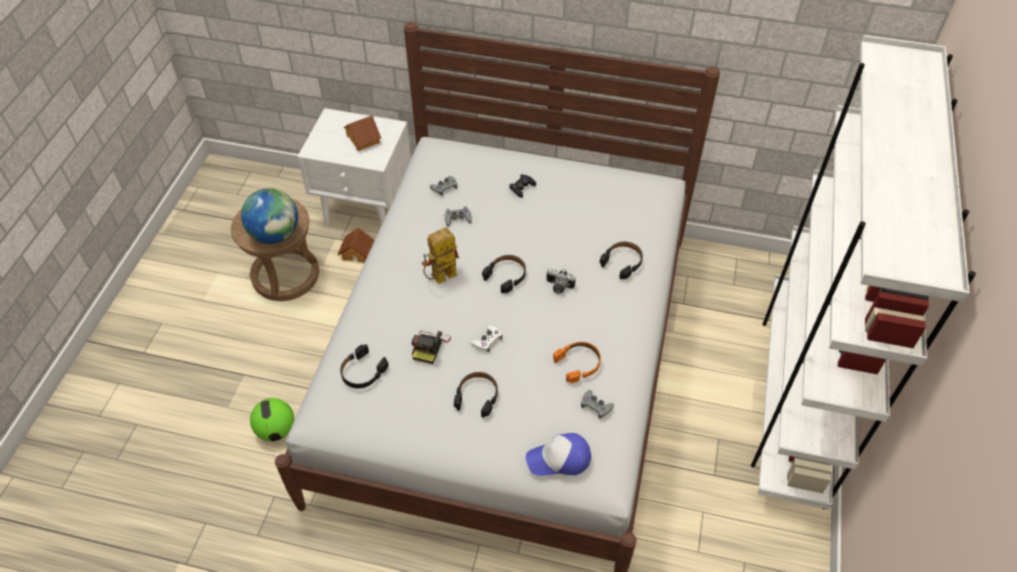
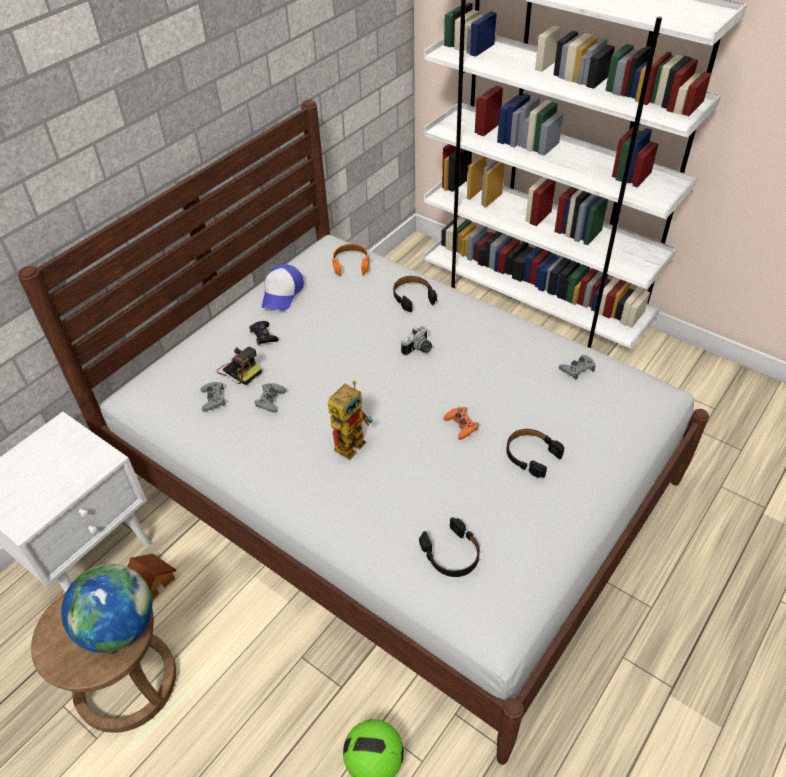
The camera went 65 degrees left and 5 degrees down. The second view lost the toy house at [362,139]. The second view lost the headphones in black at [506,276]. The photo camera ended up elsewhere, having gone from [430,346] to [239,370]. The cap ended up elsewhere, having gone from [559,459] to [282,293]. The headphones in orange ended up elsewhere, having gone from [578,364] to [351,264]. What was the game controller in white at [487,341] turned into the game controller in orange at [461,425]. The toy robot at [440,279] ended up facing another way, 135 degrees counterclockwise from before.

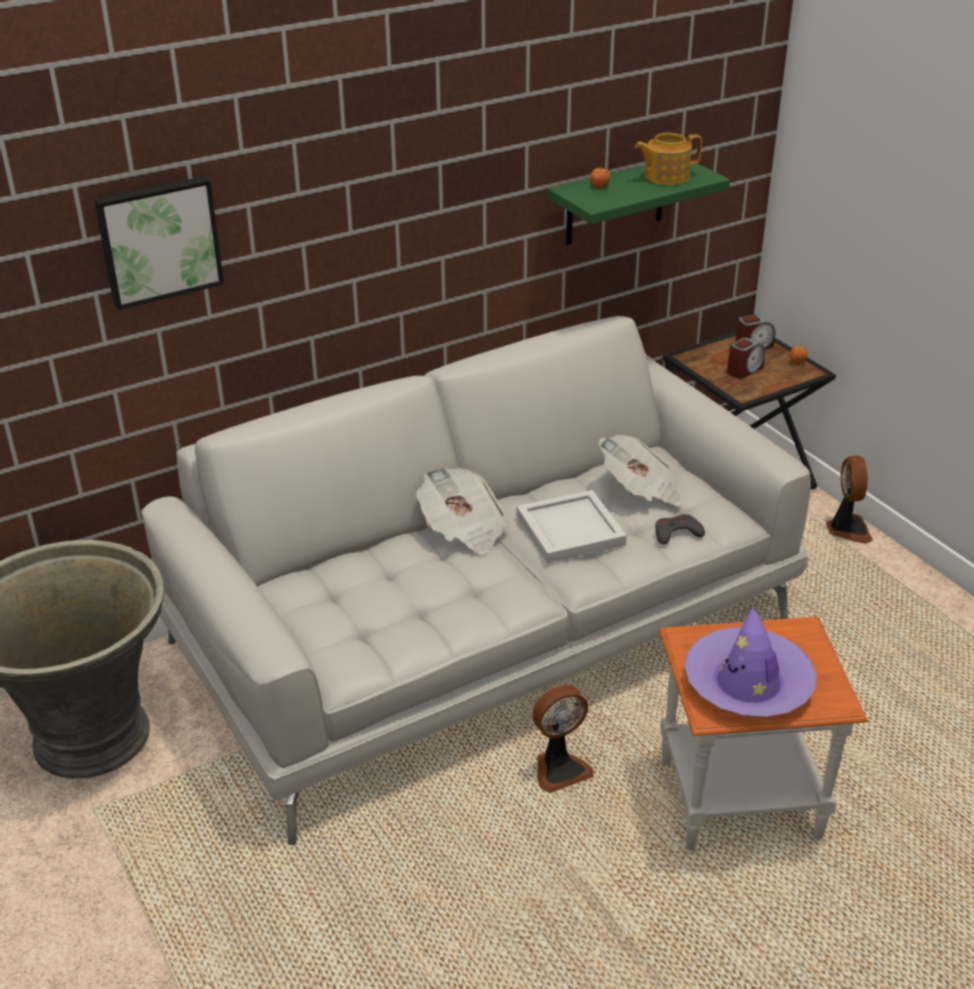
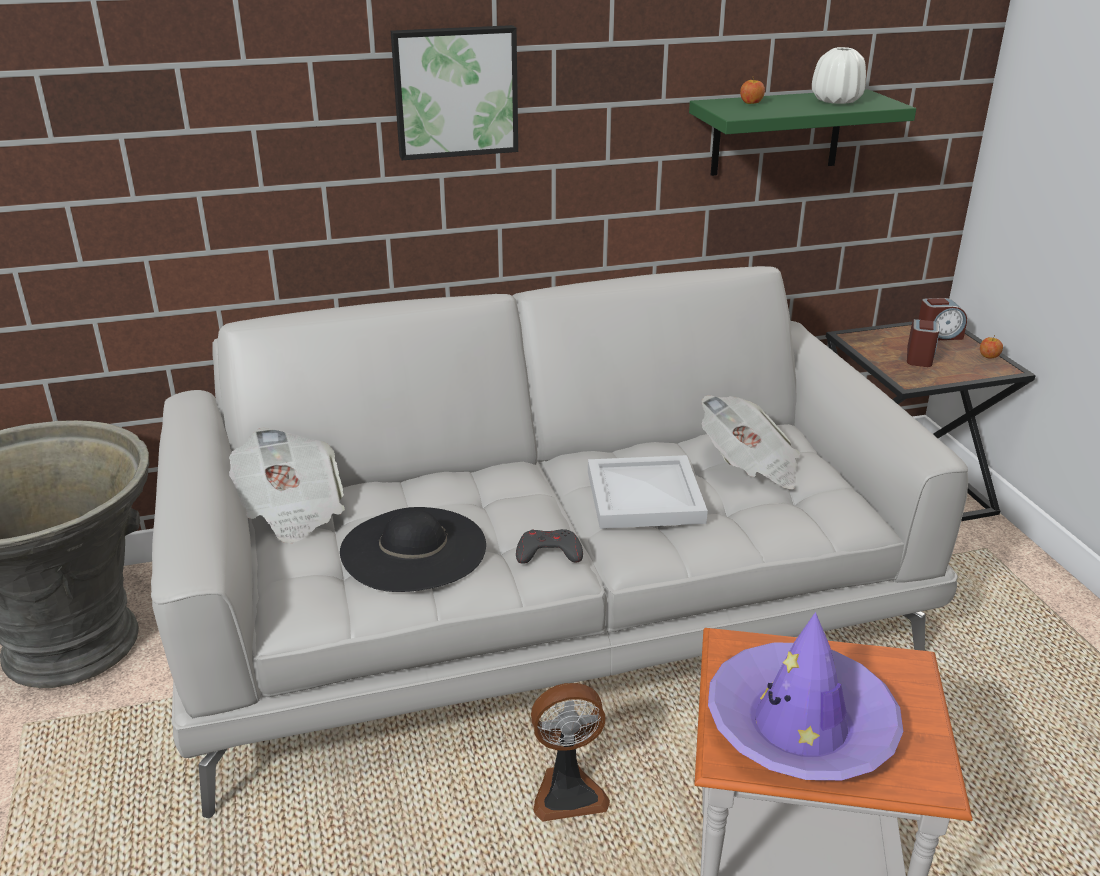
The camera went 15 degrees right and 5 degrees down. The second view lost the fan at [847,529]. The second view gained the hat in black at [413,549]. The picture ended up elsewhere, having gone from [159,240] to [455,91]. The newspaper ended up elsewhere, having gone from [463,529] to [290,510]. The game controller in grey ended up elsewhere, having gone from [676,533] to [548,552]. Where the teapot stood at [665,177], the vase in white came to stand at [836,101]. The alarm clock at [744,370] ended up facing another way, 45 degrees counterclockwise from before.

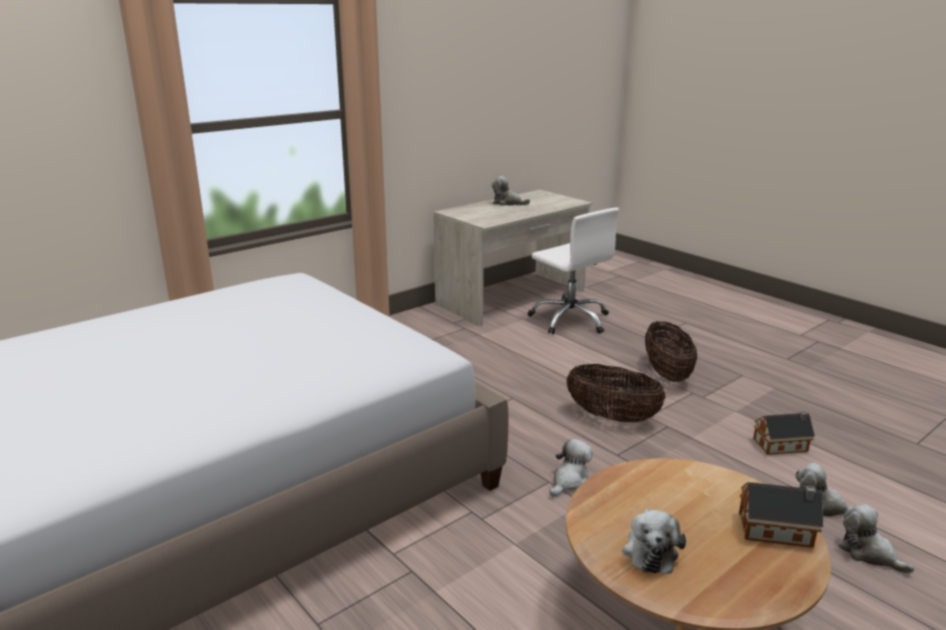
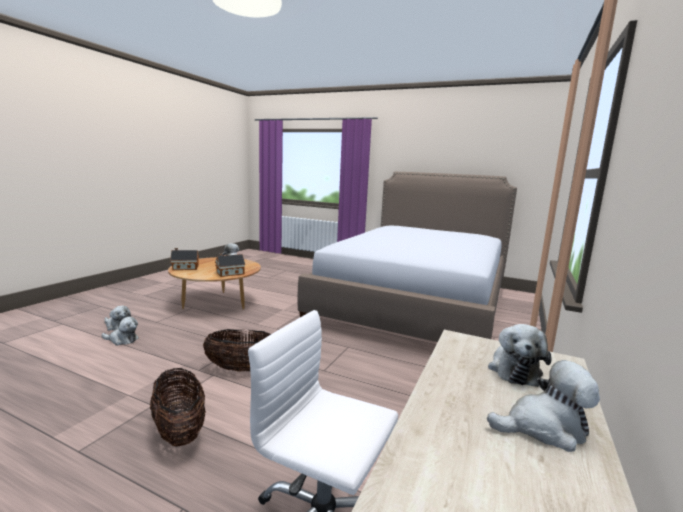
The camera went 155 degrees right and 10 degrees down. The plush toy ended up elsewhere, having gone from [569,481] to [514,369]. The toy house ended up elsewhere, having gone from [782,445] to [229,273].

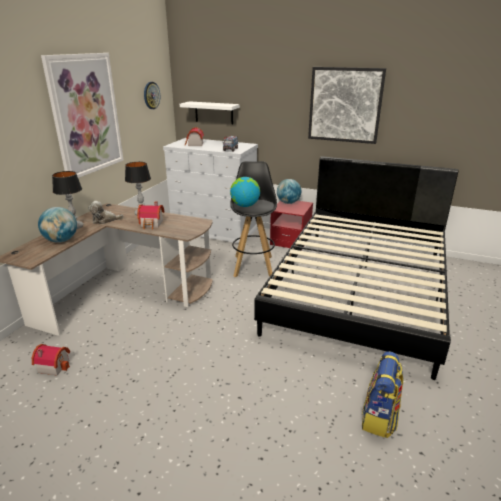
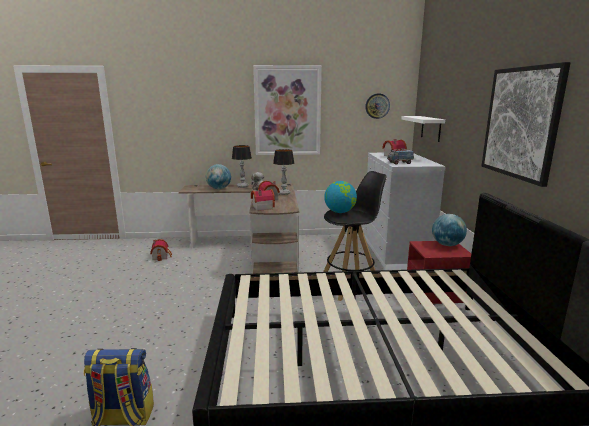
The camera went 65 degrees right and 10 degrees down. The second view gained the toy house at [261,207].

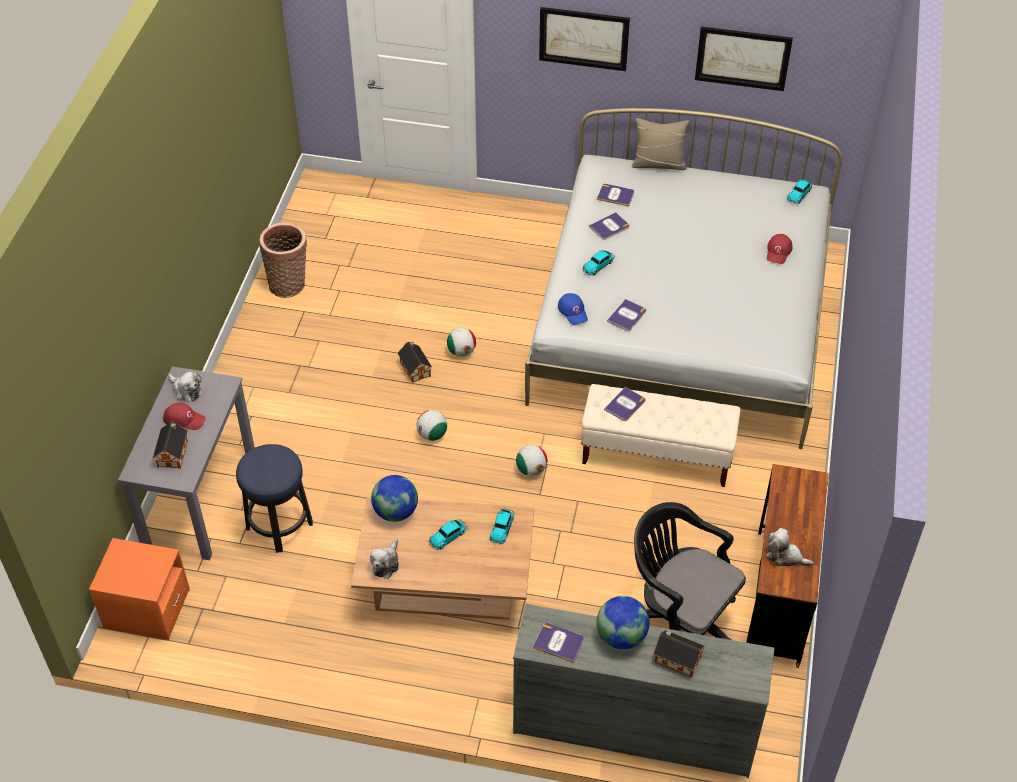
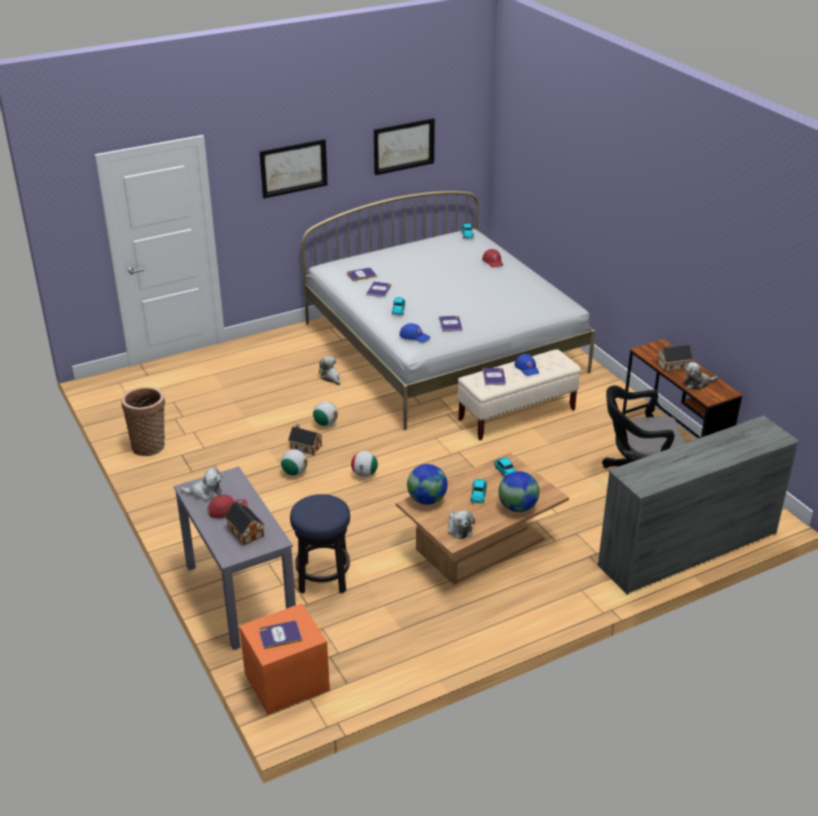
The camera went 40 degrees left and 15 degrees down. The second view lost the pillow in beige at [658,164]. The second view gained the plush toy at [331,378]. The second view gained the cap in blue at [527,368]. The football ended up elsewhere, having gone from [531,470] to [294,472]. The book ended up elsewhere, having gone from [559,643] to [280,635]. The globe ended up elsewhere, having gone from [621,636] to [517,507]. The toy house ended up elsewhere, having gone from [676,658] to [671,365].

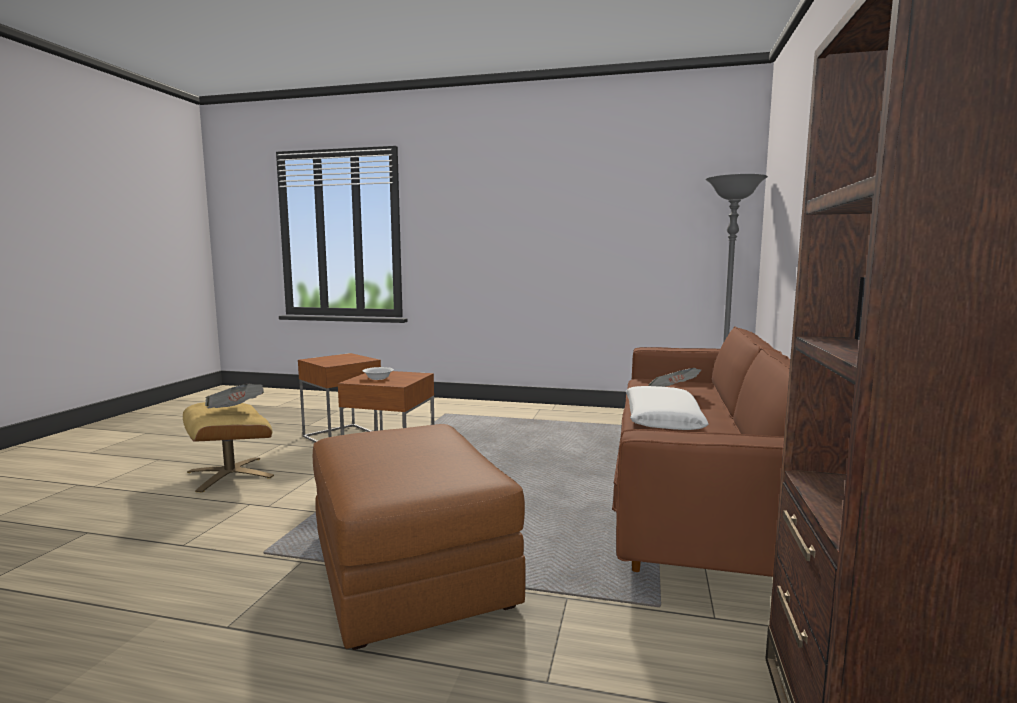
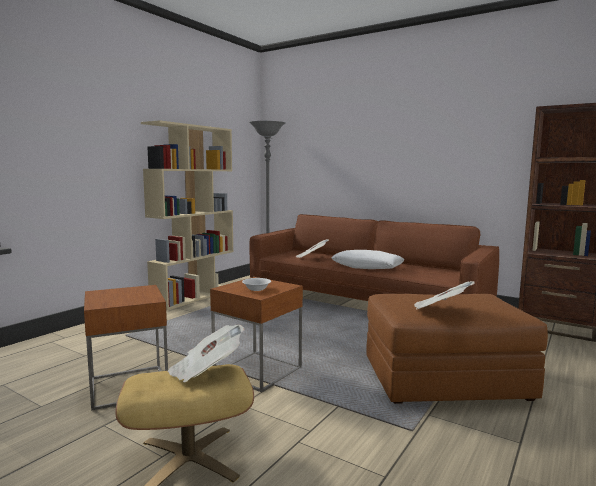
The camera went 70 degrees left and 0 degrees up. The second view gained the bookcase in beige at [194,296]. The second view gained the newspaper at [440,310].

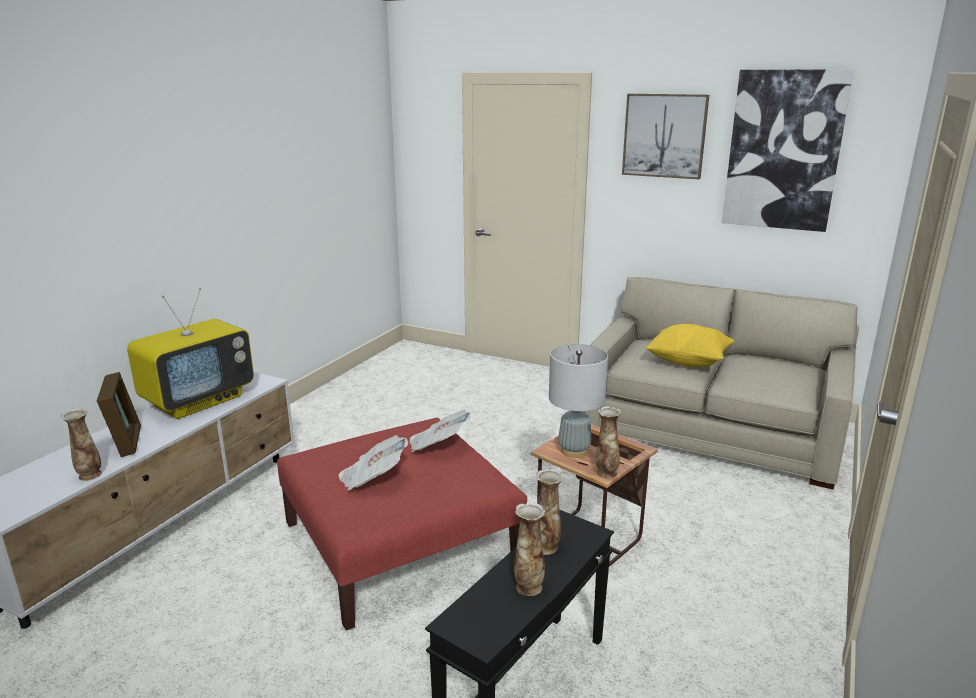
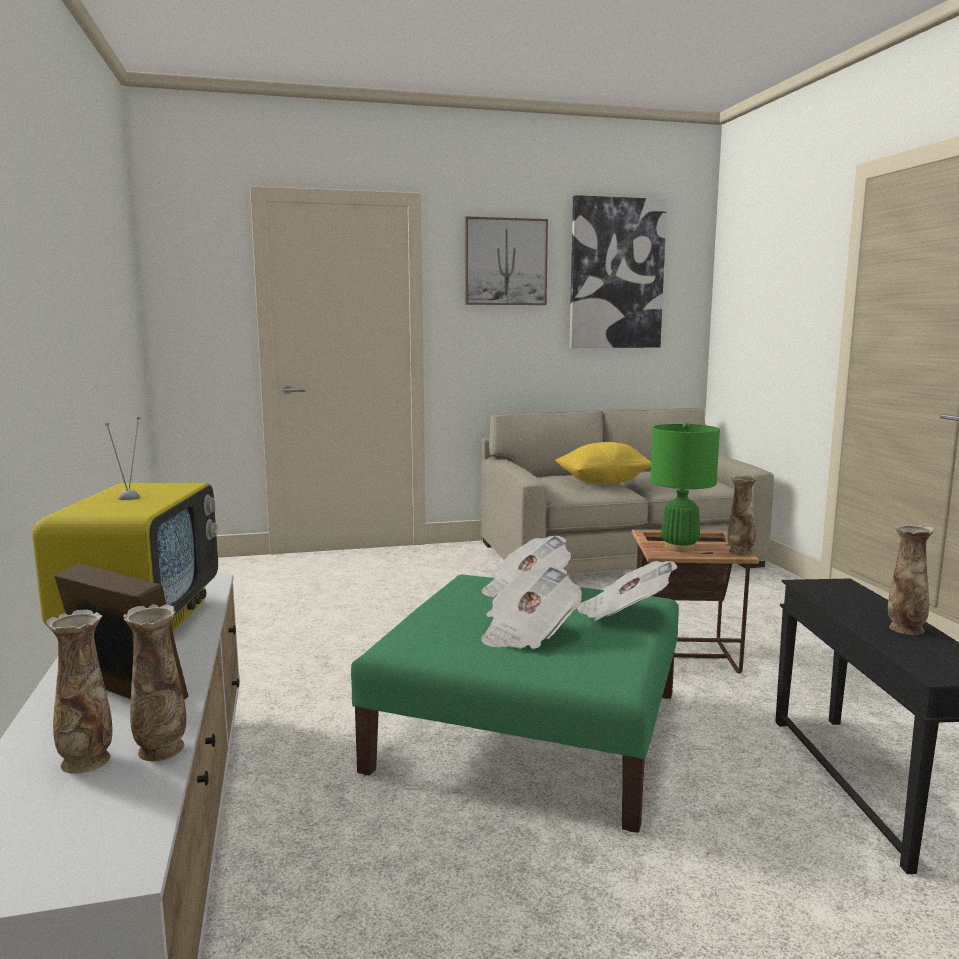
The camera went 40 degrees left and 10 degrees down. The second view gained the newspaper at [623,614]. The vase ended up elsewhere, having gone from [546,547] to [87,761]. What was the ottoman in red at [400,541] turned into the ottoman in green at [528,730]. What was the table lamp in grey at [573,451] turned into the table lamp in green at [679,547].

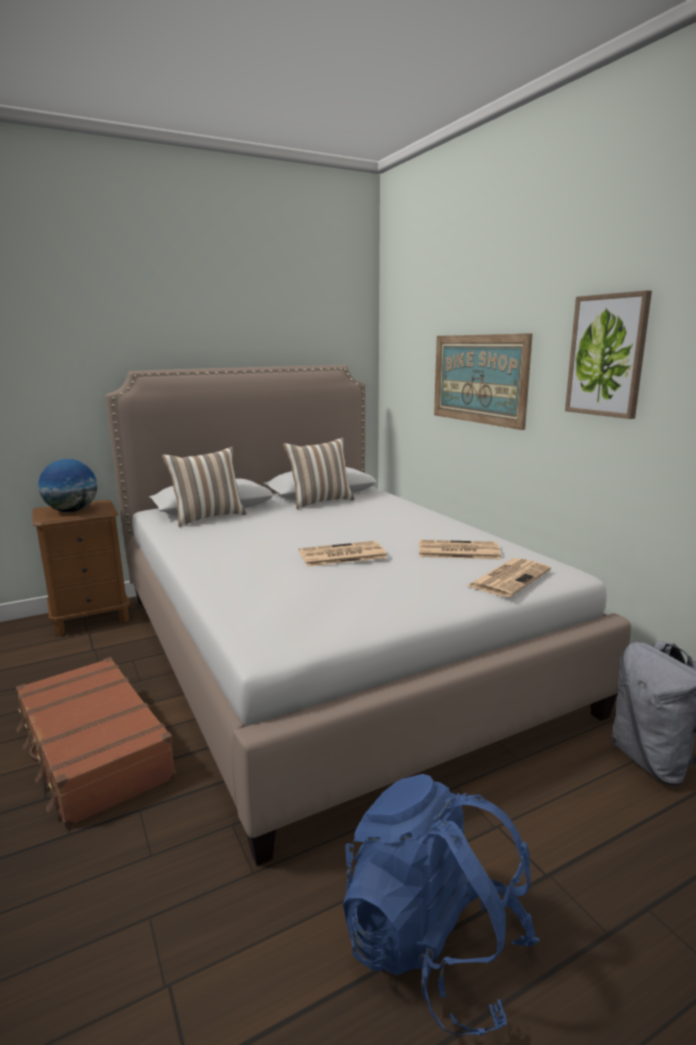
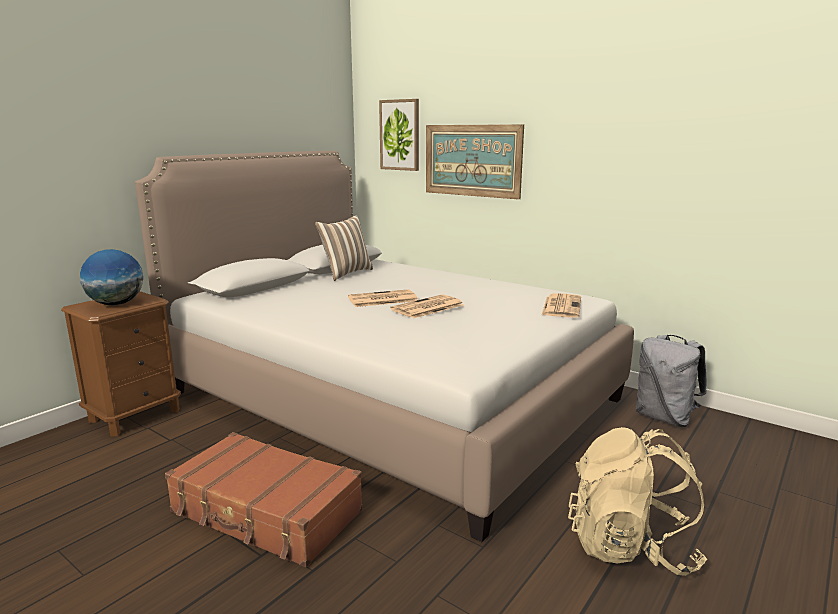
The camera went 25 degrees left and 0 degrees up. The second view lost the pillow at [208,517]. The newspaper ended up elsewhere, having gone from [457,551] to [381,299]. The picture ended up elsewhere, having gone from [607,355] to [400,135]. What was the backpack in blue at [434,948] turned into the backpack in beige at [630,546].

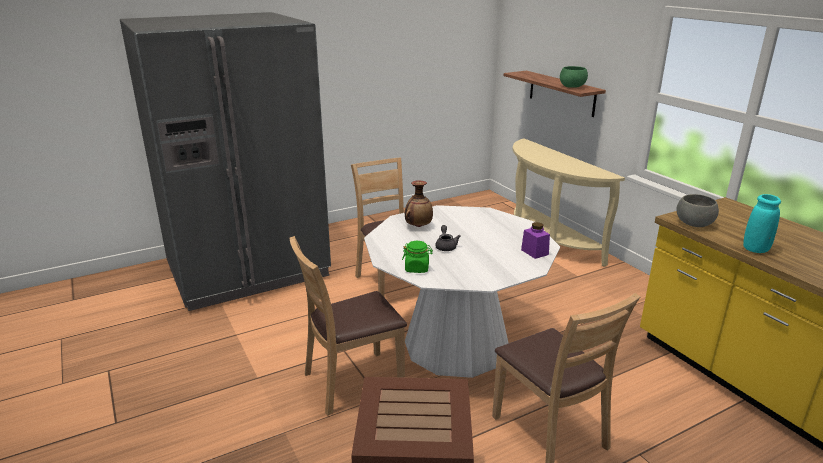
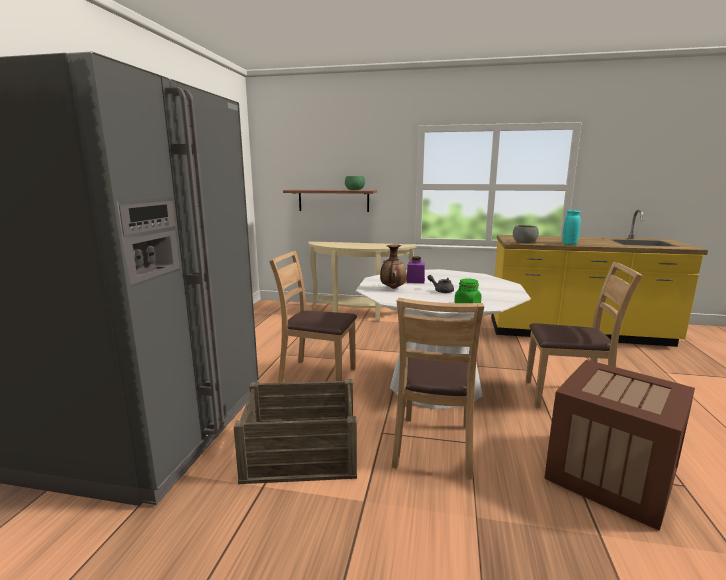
The camera went 50 degrees left and 10 degrees down. The second view gained the crate at [300,451]. The jar in purple ended up elsewhere, having gone from [534,252] to [415,281].

